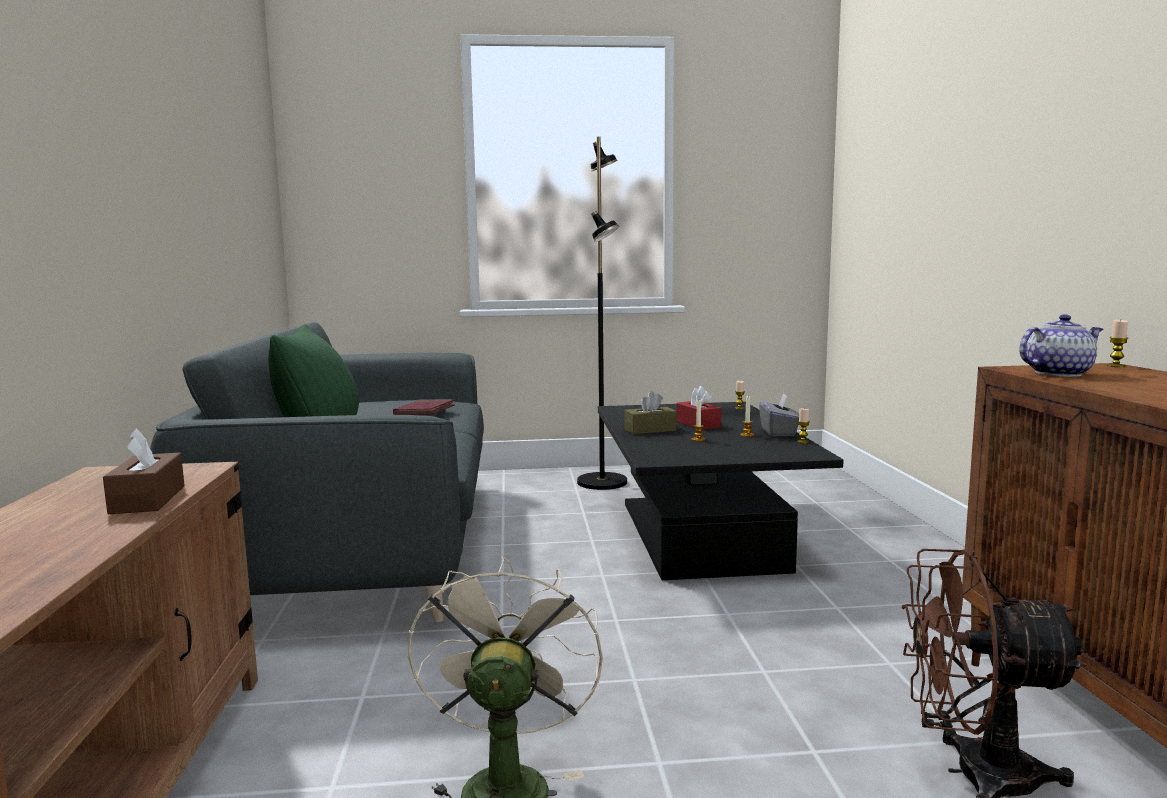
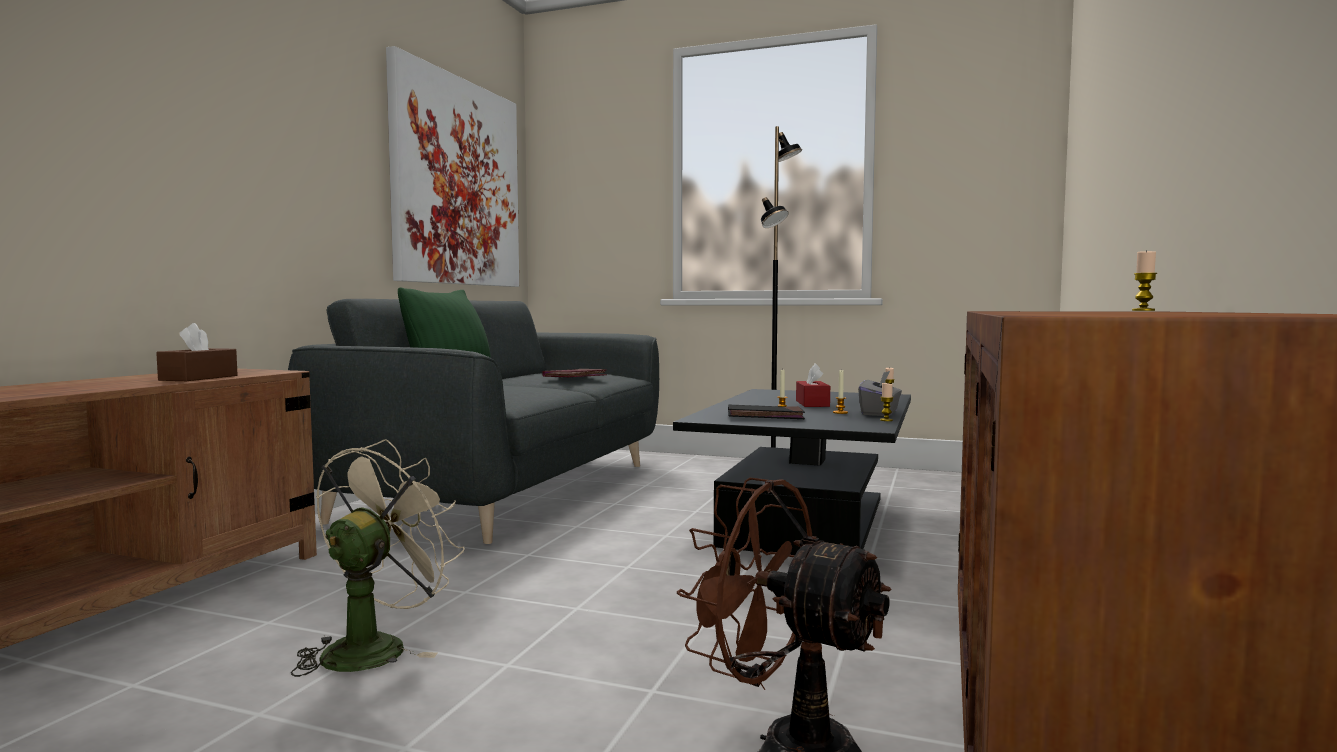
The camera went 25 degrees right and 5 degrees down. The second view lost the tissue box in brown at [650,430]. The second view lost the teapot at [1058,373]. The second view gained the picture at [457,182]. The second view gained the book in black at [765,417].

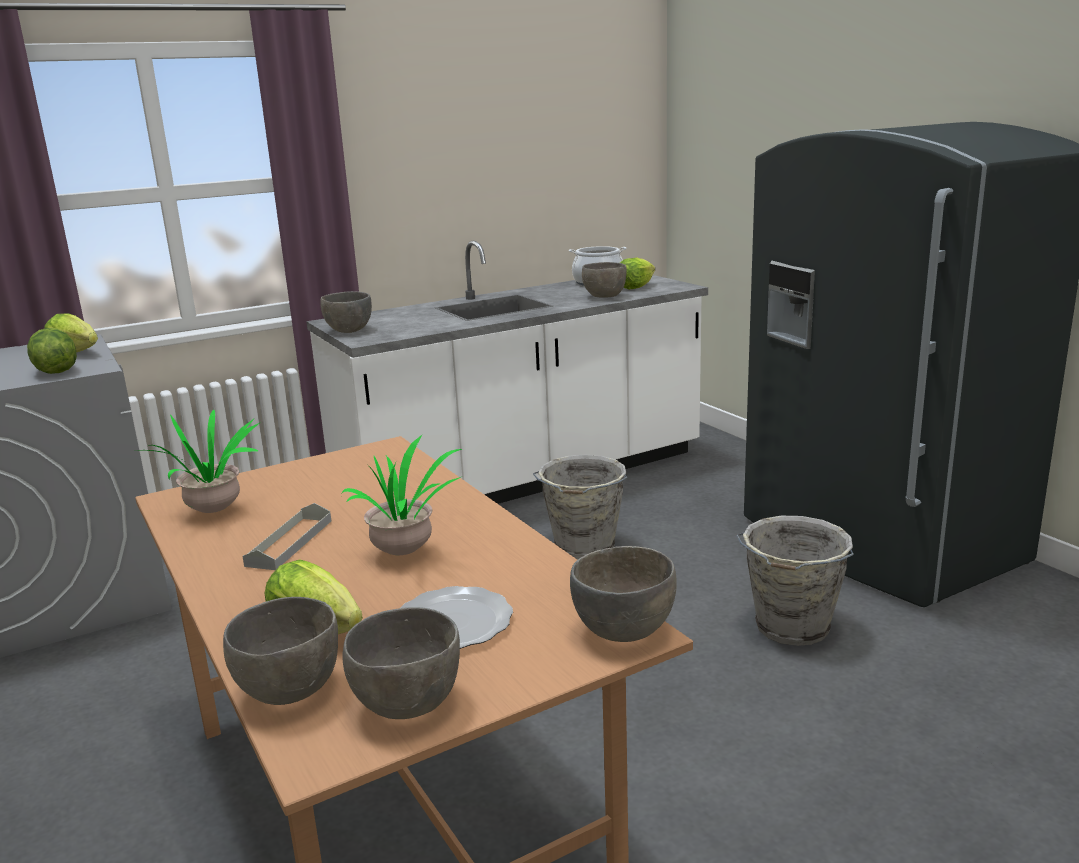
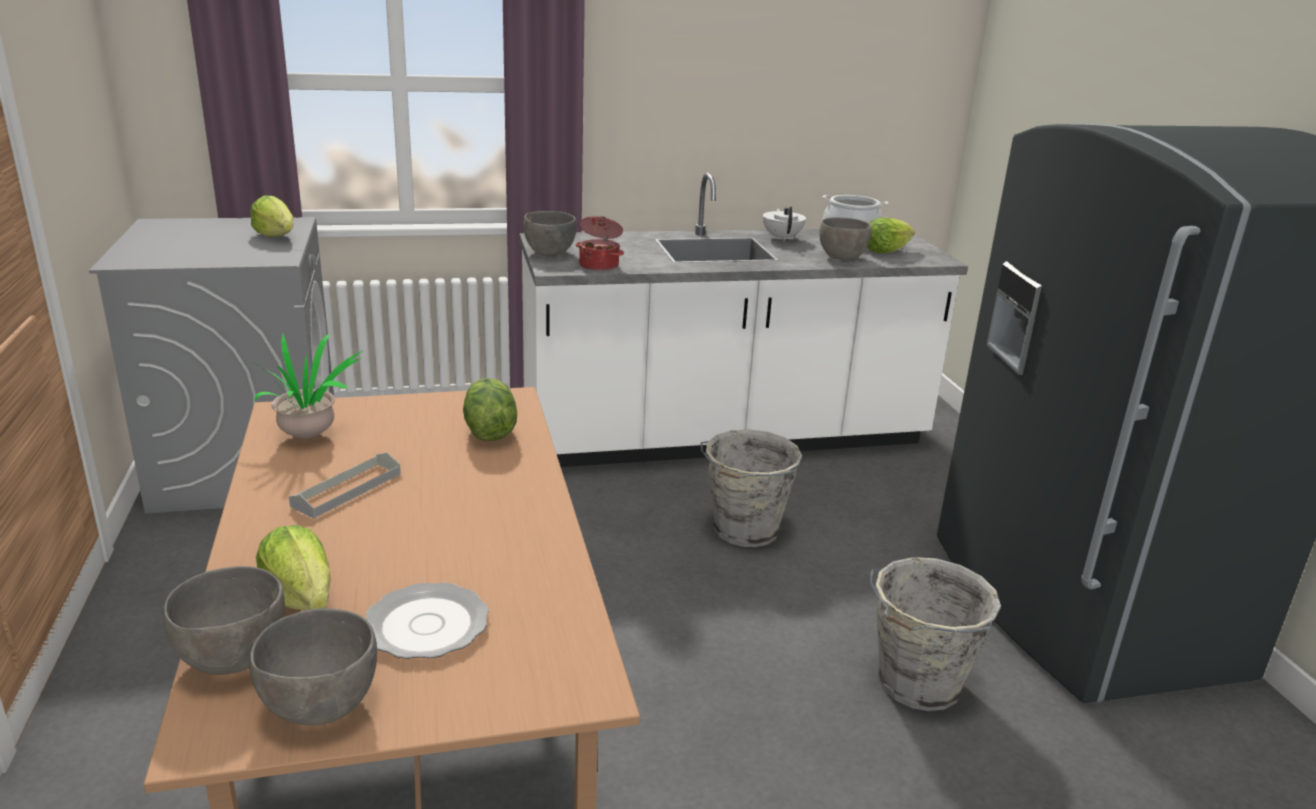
The camera went 15 degrees right and 5 degrees up. The second view lost the potted plant at [407,551]. The second view lost the bowl in grey at [624,631]. The second view gained the cooking pot at [599,266]. The second view gained the teapot in white at [782,238]. The lettuce ended up elsewhere, having gone from [55,371] to [488,431].

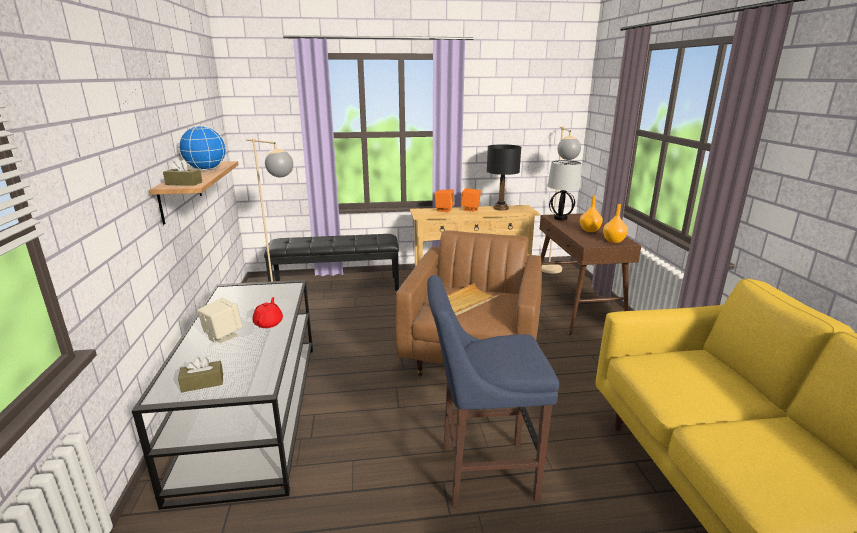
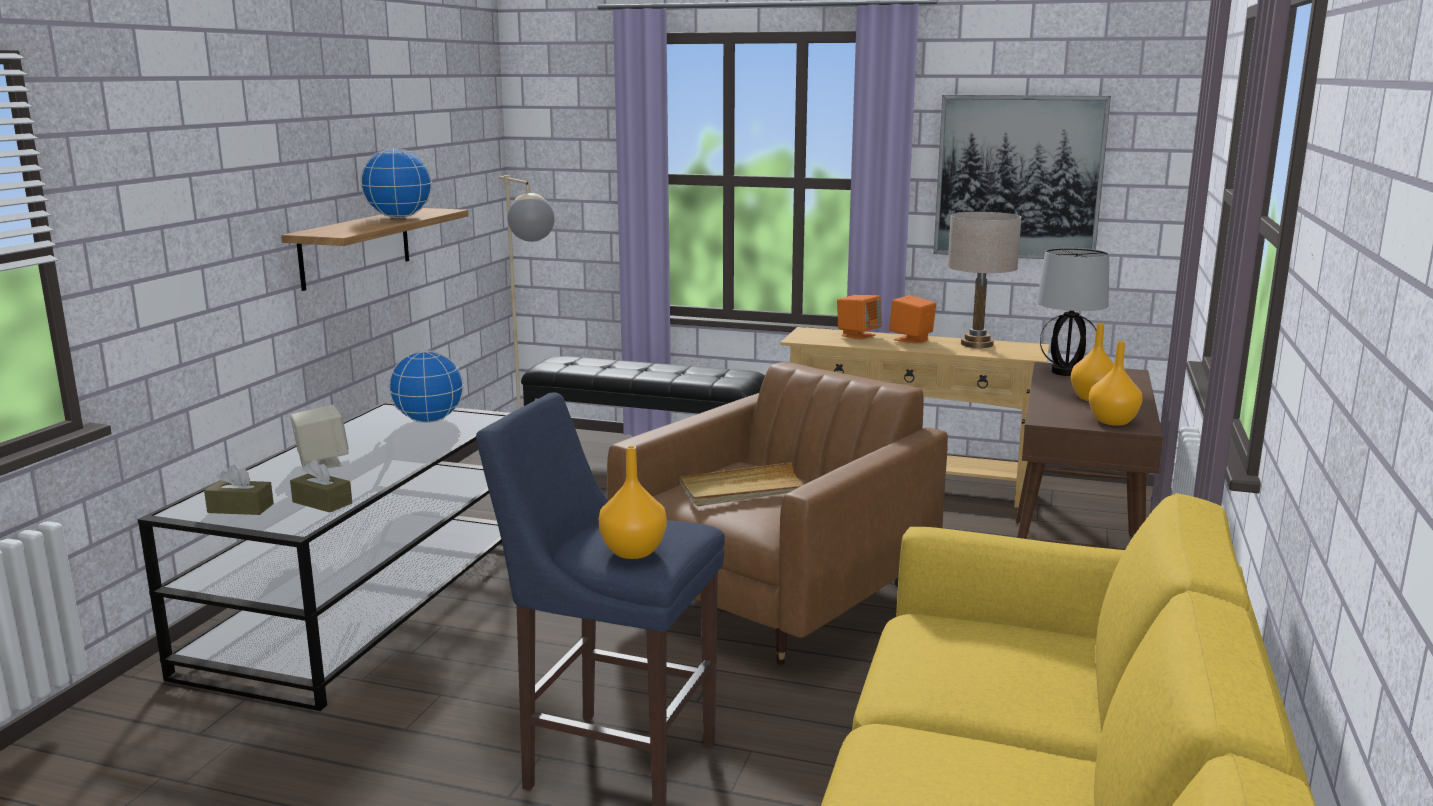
The camera went 25 degrees right and 5 degrees down. The second view lost the teapot in red at [269,323]. The second view lost the floor lamp in beige at [552,272]. The second view gained the globe at [429,421]. The second view gained the vase in orange at [634,551]. The second view gained the picture at [1018,177]. The tissue box in brown ended up elsewhere, having gone from [184,183] to [322,502]. What was the table lamp in black at [501,208] turned into the table lamp in beige at [976,344].

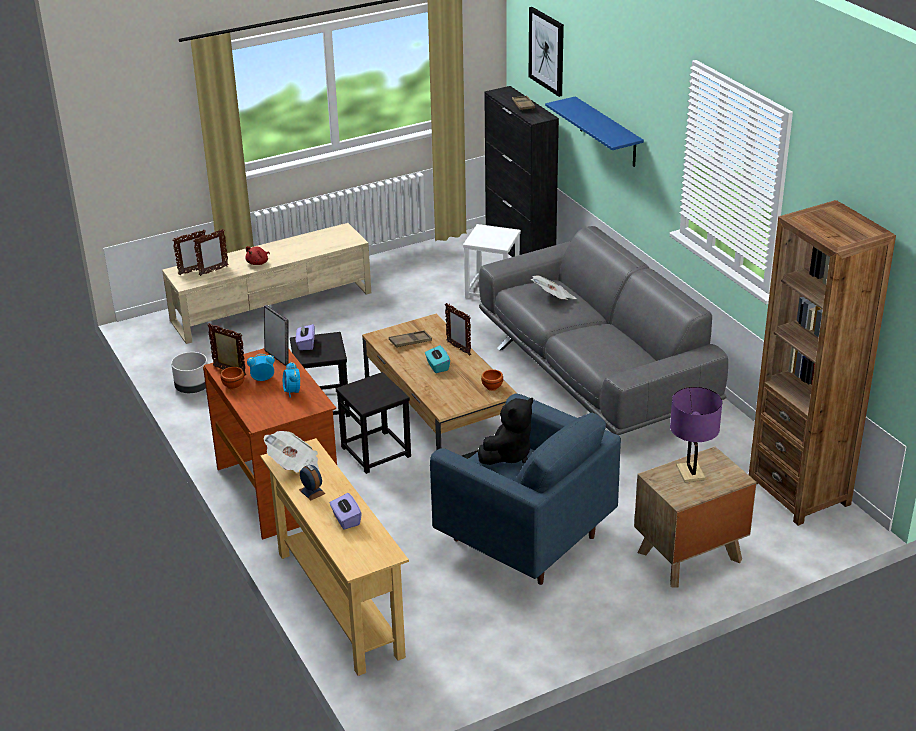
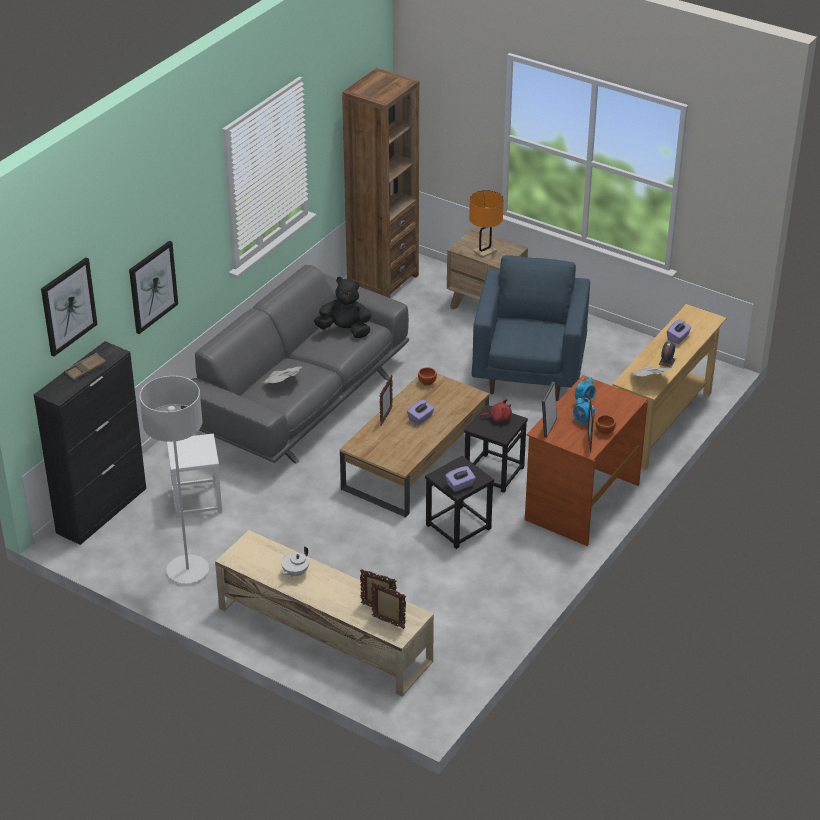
The camera went 120 degrees left and 5 degrees up. The second view lost the planter in grey at [193,388]. The second view lost the tray in brown at [410,341]. The second view gained the floor lamp in grey at [187,571]. The second view gained the teapot in white at [295,573]. The plush toy in red ended up elsewhere, having gone from [258,263] to [498,418]. The plush toy in black ended up elsewhere, having gone from [508,454] to [345,330]. Where the shelf in blue hung at [607,132], the picture came to hang at [152,286]. What was the tissue box in turquoise at [437,366] turned into the tissue box in purple at [420,418]. What was the table lamp in purple at [690,473] turned into the table lamp in orange at [485,251].

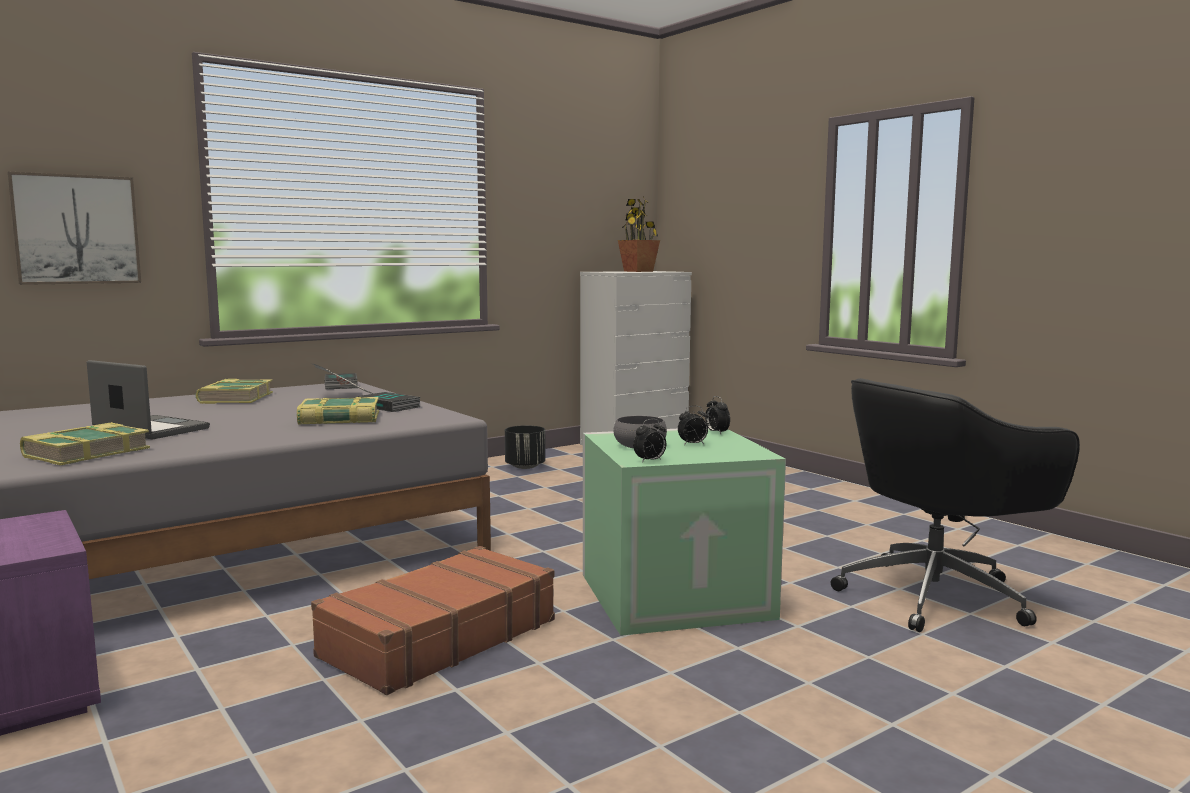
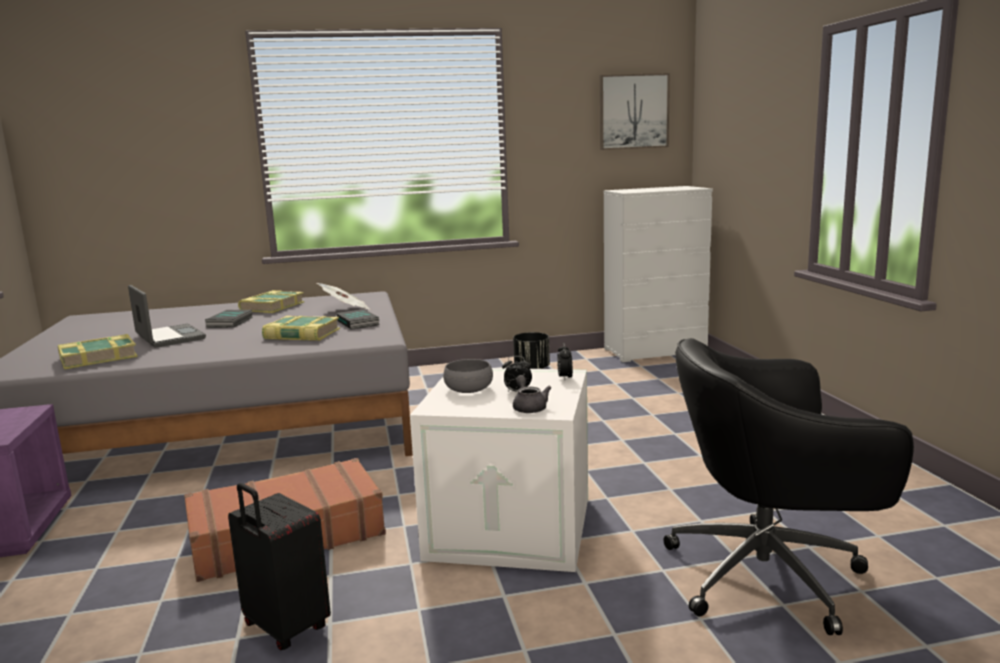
The camera went 25 degrees right and 5 degrees up. The second view lost the potted plant at [638,271]. The second view lost the alarm clock at [650,461]. The second view gained the suitcase in black at [284,628]. The second view gained the teapot in grey at [529,407]. The picture ended up elsewhere, having gone from [76,229] to [633,111]. The book ended up elsewhere, having gone from [342,385] to [231,322]. What was the storage box in green at [676,594] turned into the storage box in white at [513,526].

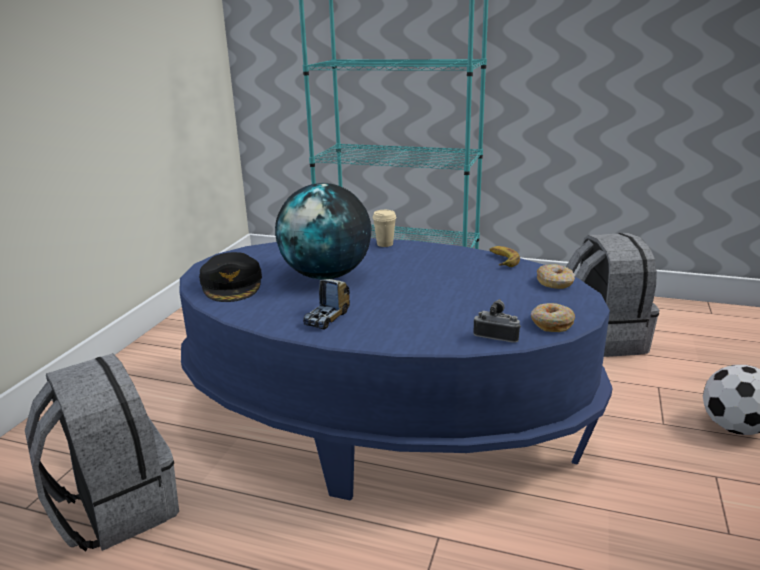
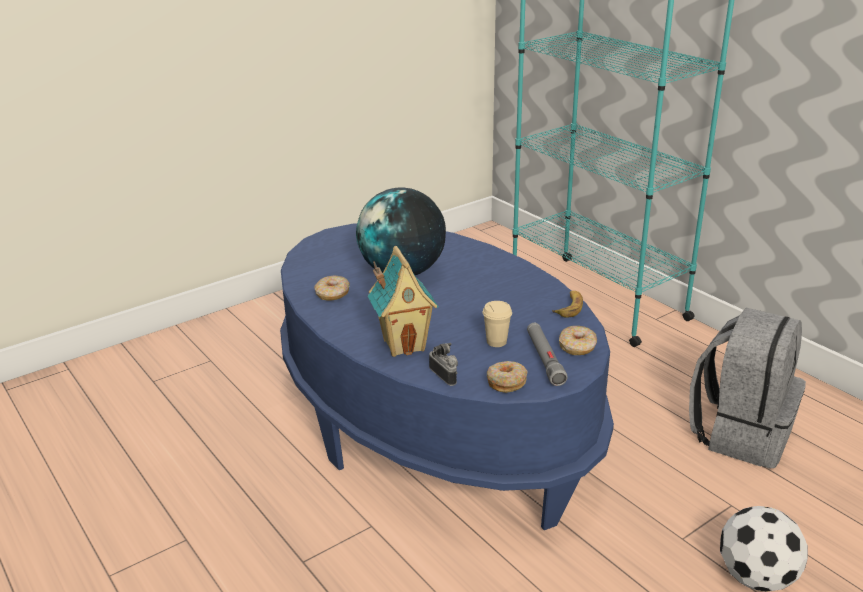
The camera went 35 degrees right and 5 degrees up. The second view lost the backpack in grey at [115,508]. The second view lost the cap in black at [232,284]. The second view lost the toy truck at [328,318]. The second view gained the donut at [332,294]. The second view gained the toy house at [404,344]. The second view gained the flashlight in grey at [544,359]. The cup in beige ended up elsewhere, having gone from [385,244] to [496,342].

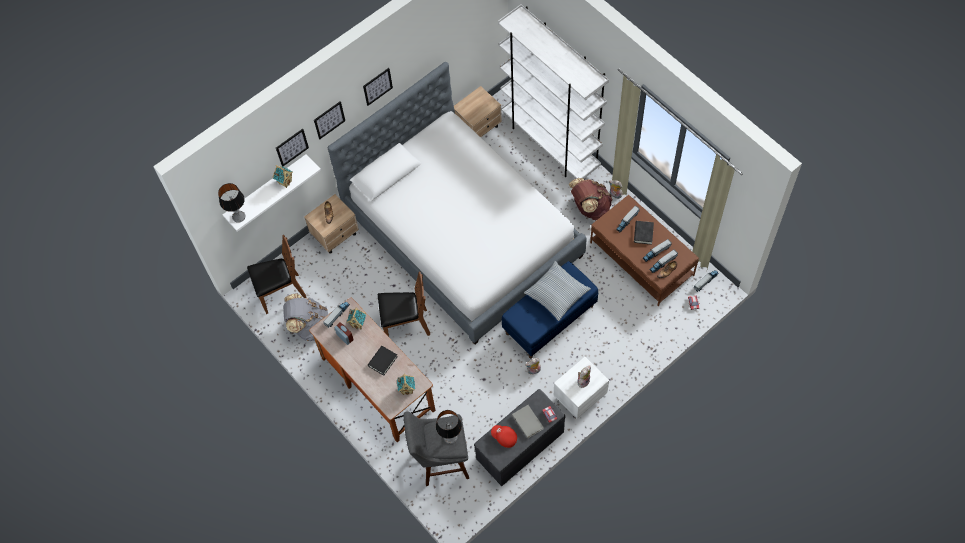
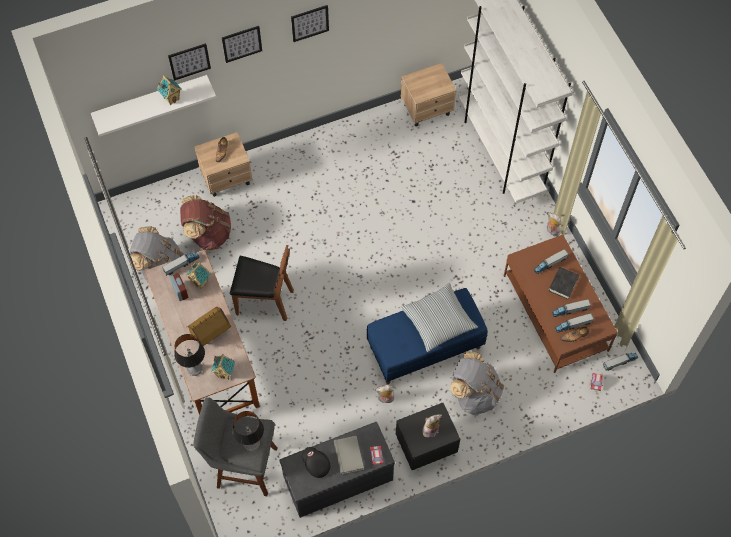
The camera went 15 degrees right and 0 degrees up. The second view lost the chair in brown at [281,293]. The second view lost the bed at [462,234]. The second view gained the backpack in grey at [474,393]. The table lamp ended up elsewhere, having gone from [239,216] to [194,368]. The backpack in brown ended up elsewhere, having gone from [589,208] to [208,234]. Where the book in black stood at [382,361], the toy house came to stand at [210,332]. What was the cap in red at [504,437] turned into the cap in black at [315,464]. What was the nightstand in white at [579,398] turned into the nightstand in black at [425,447].

